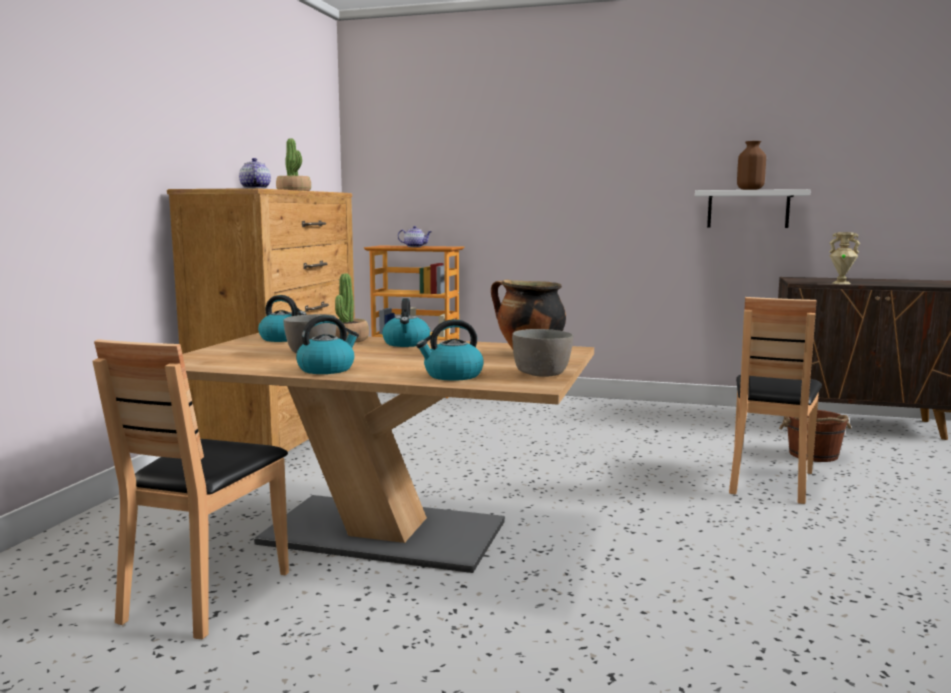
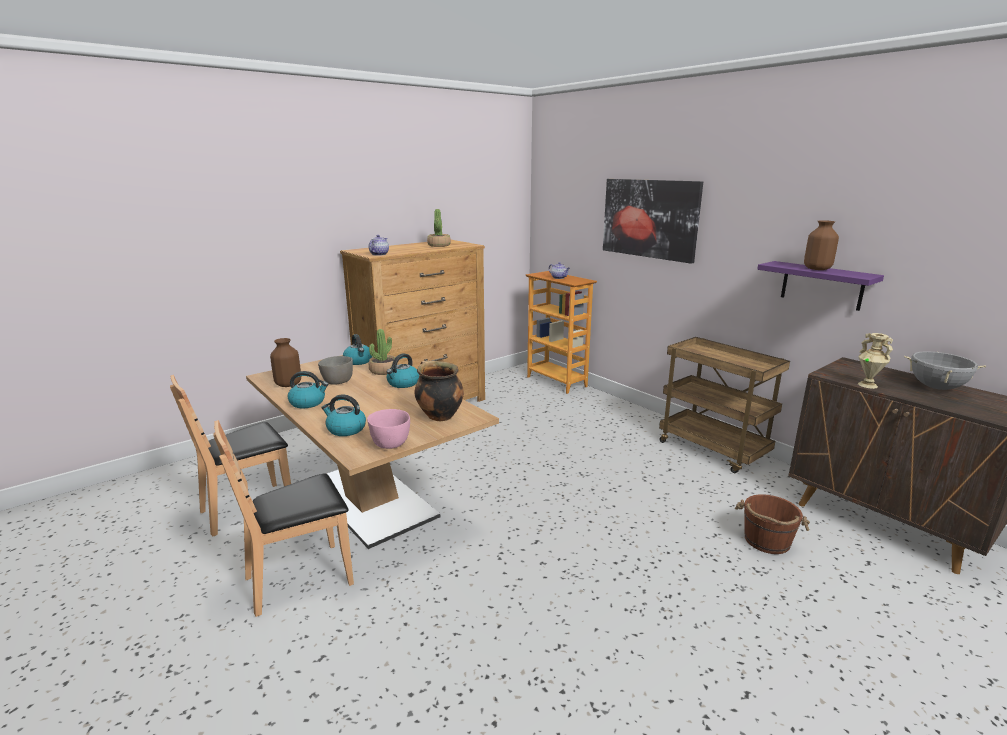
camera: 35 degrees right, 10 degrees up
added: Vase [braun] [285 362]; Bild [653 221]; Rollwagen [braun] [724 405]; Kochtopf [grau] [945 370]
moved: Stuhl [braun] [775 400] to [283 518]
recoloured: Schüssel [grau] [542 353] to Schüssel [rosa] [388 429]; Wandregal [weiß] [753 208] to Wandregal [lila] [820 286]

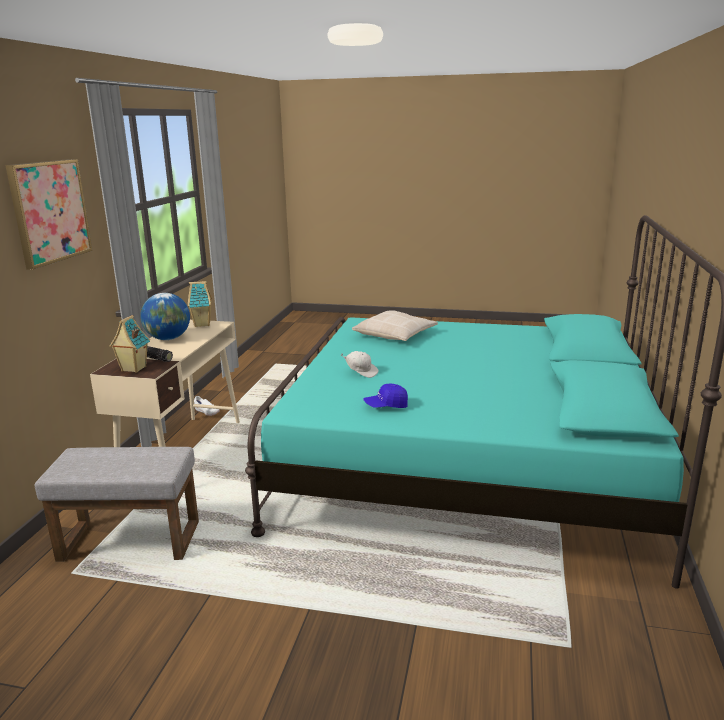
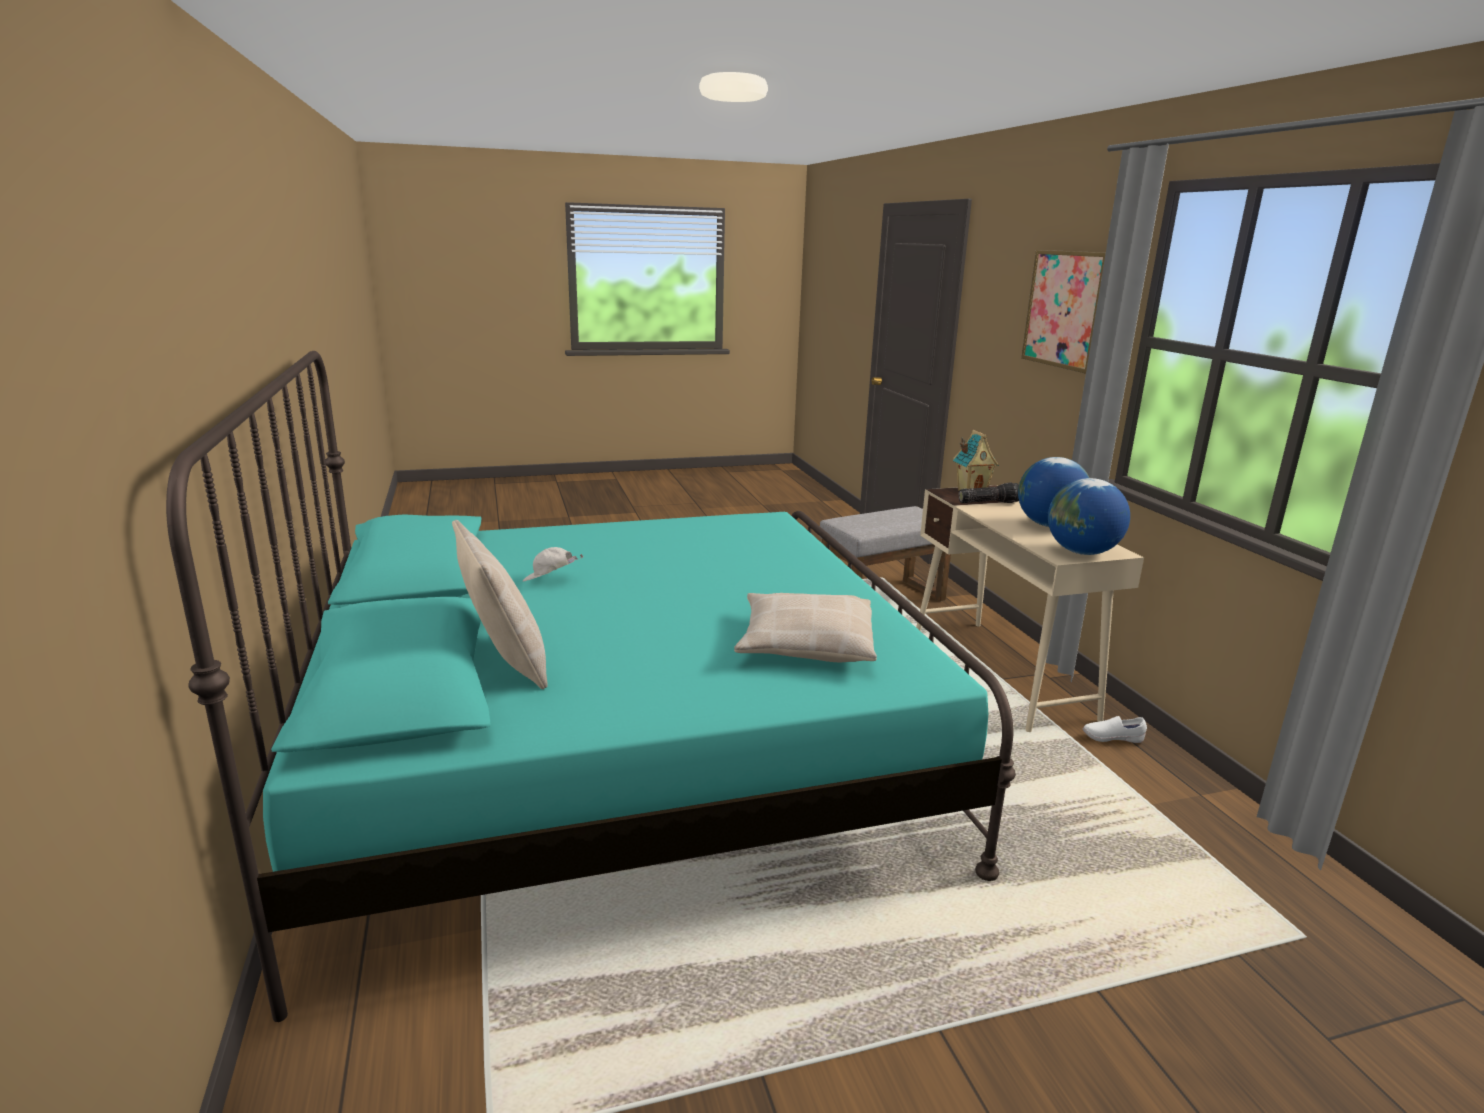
camera: 150 degrees right, 0 degrees up
removed: Kappe [blau] [385 395]
added: Kissen [beige] [500 604]
moved: Kappe [weiß] [359 364] to [553 564]
replaced: Spielzeughaus [200 304] to Globus [1089 516]

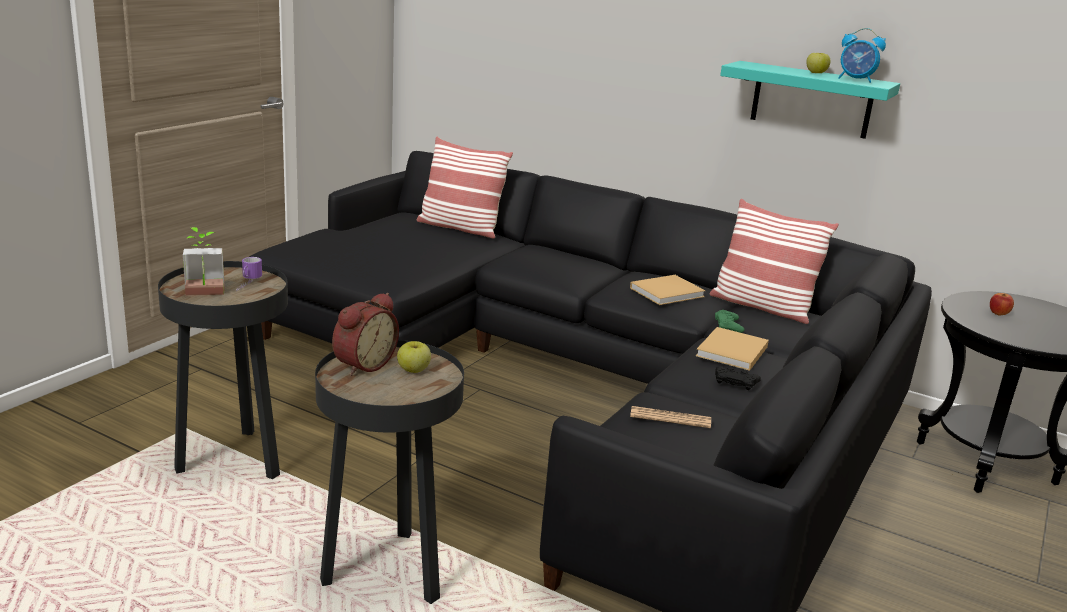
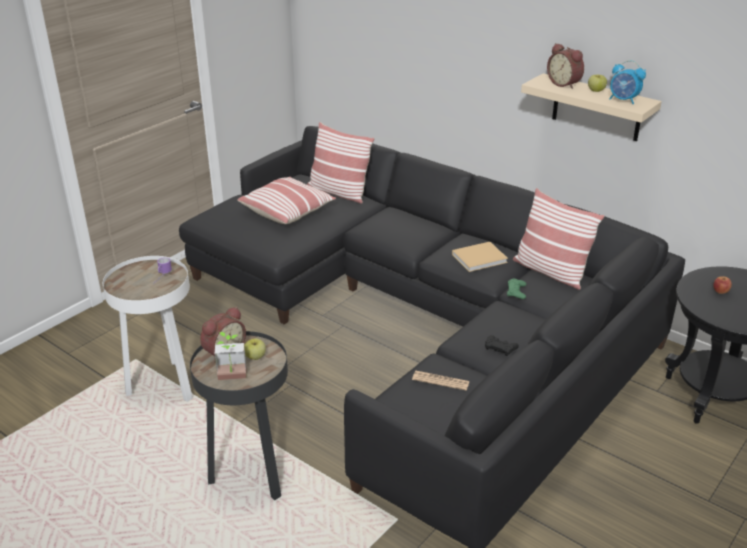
camera: 10 degrees right, 10 degrees up
removed: Buch [beige] [732 349]
added: Kissen [286 200]; Wecker [565 66]
moved: Topfpflanze [204 261] to [231 356]
recoloured: Beistelltisch [schwarz] [223 370] to Beistelltisch [weiß] [148 329]; Wandregal [türkis] [810 100] to Wandregal [beige] [591 107]

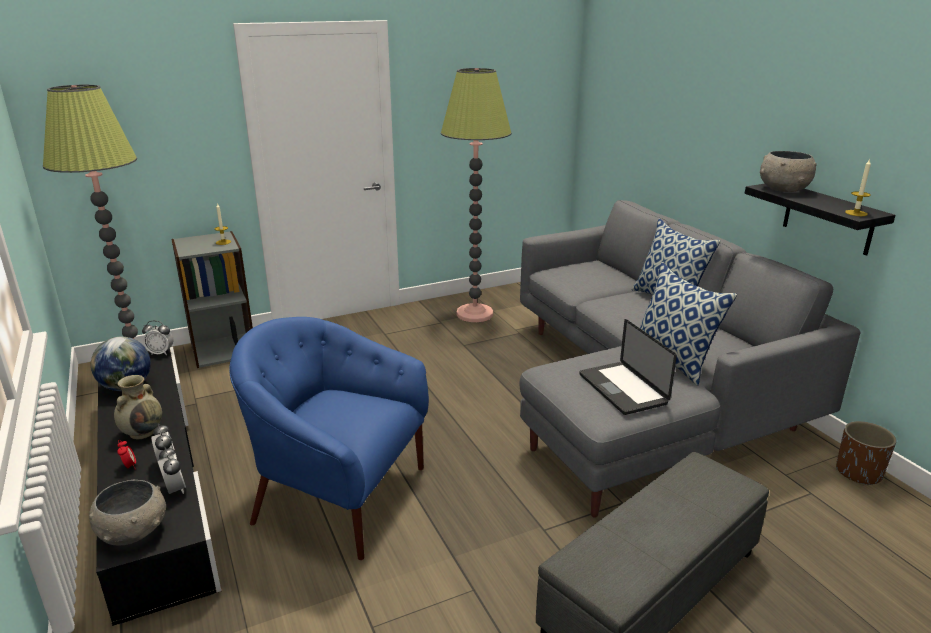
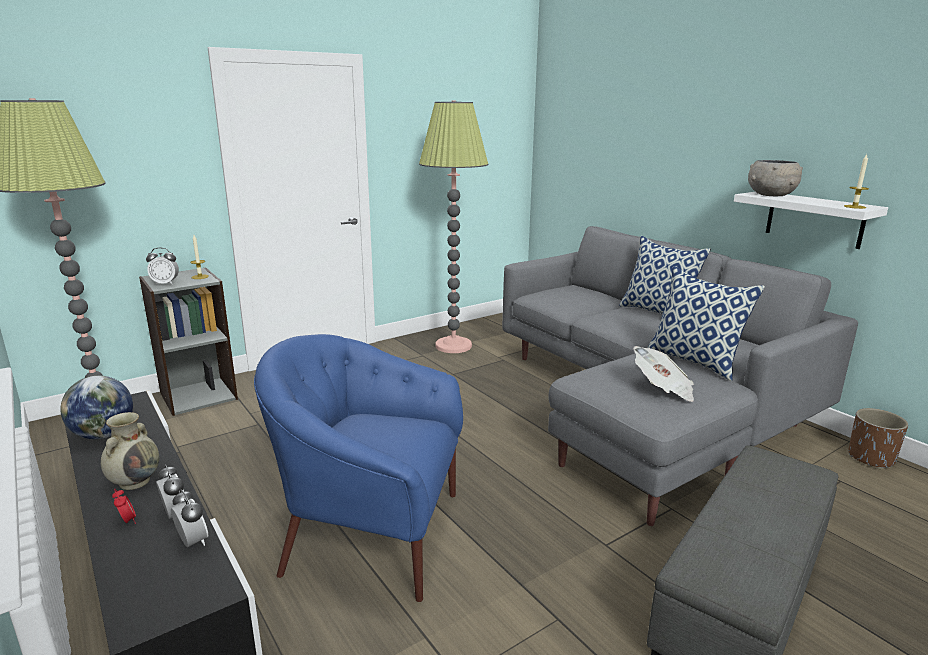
camera: 10 degrees left, 5 degrees down
removed: Schüssel [grau] [127 512]
moved: Wecker [157 338] to [162 266]
replaced: Laptop [628 367] to Zeitung [663 374]
recoloured: Wandregal [schwarz] [820 219] to Wandregal [weiß] [811 220]

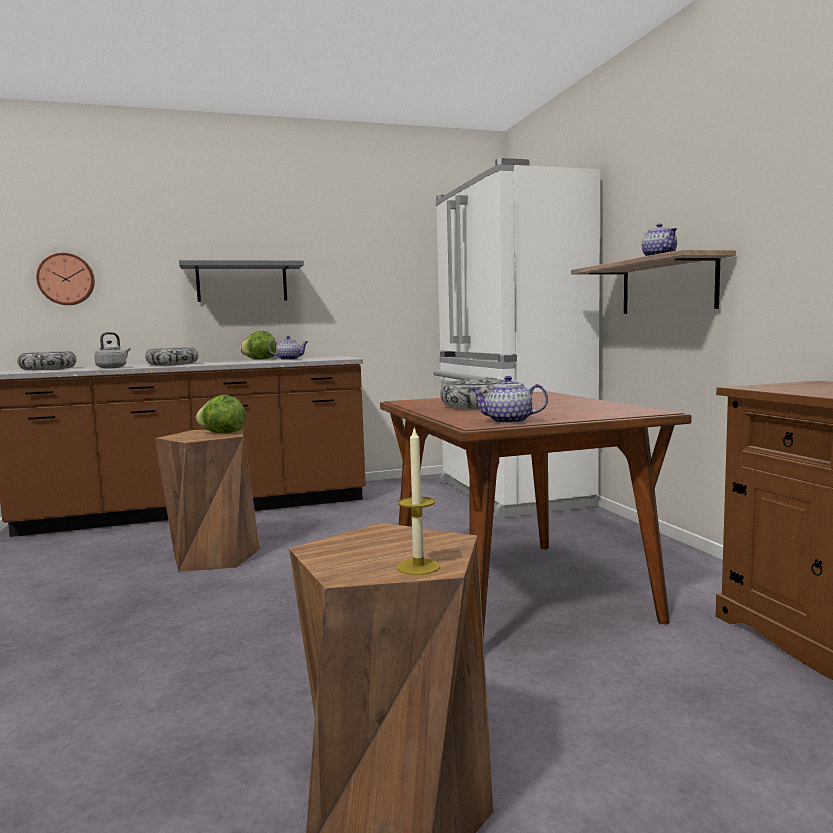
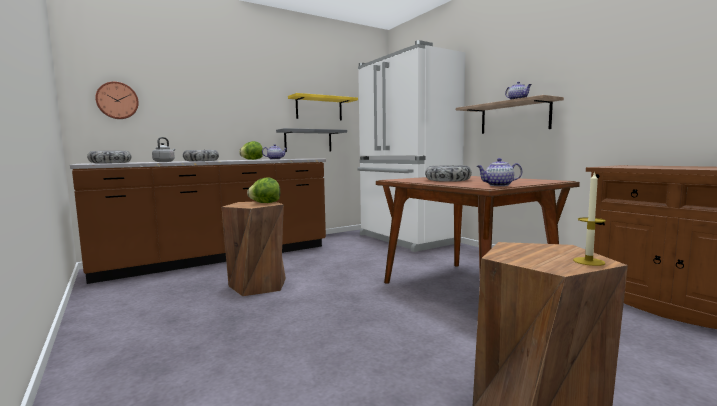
camera: 15 degrees left, 0 degrees up
added: Wandregal [gelb] [323 106]
moved: Wandregal [grau] [241 281] to [311 140]

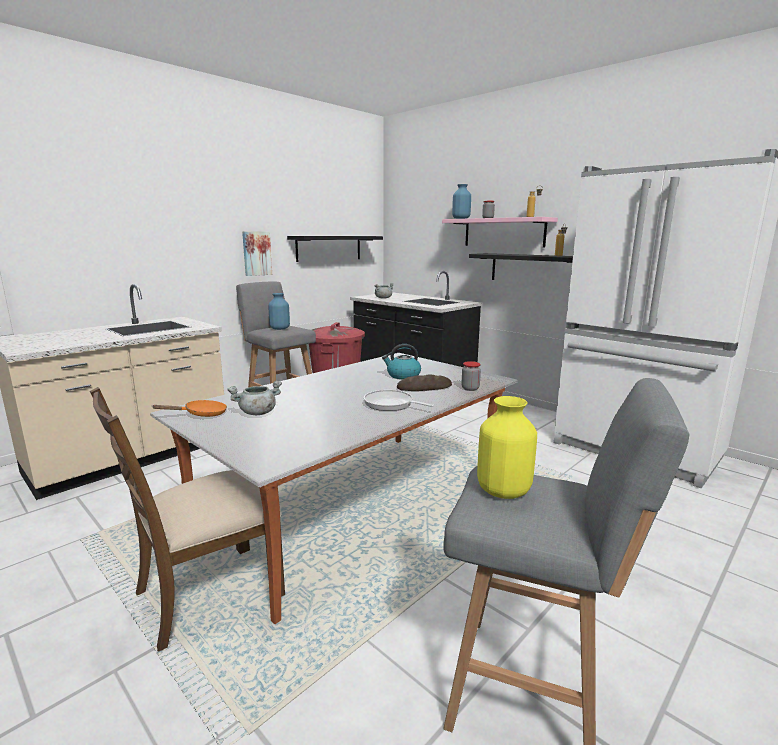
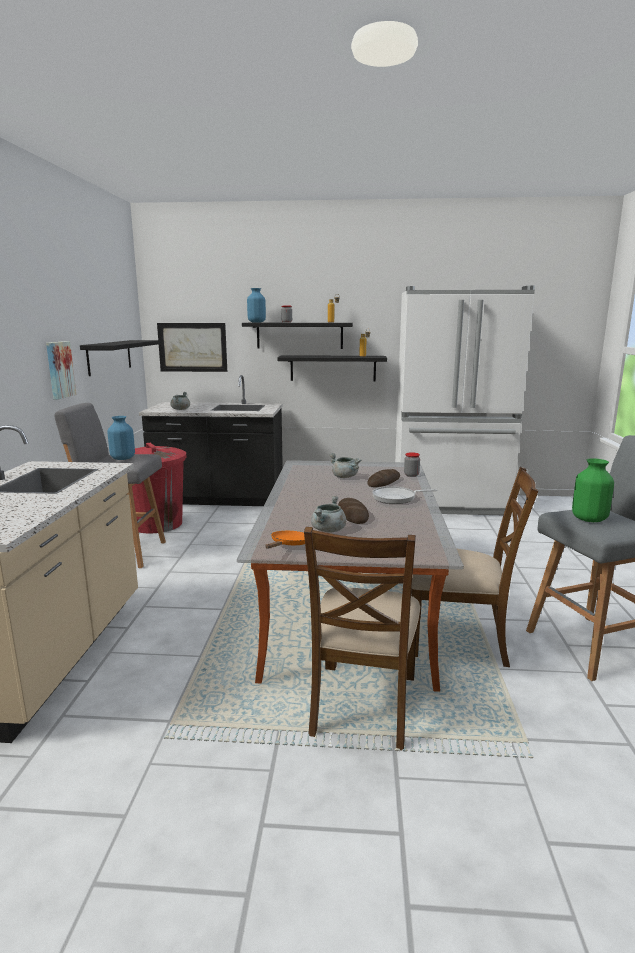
camera: 40 degrees left, 0 degrees up
added: Bild [192 347]; Brot [353 511]; Stuhl [braun] [474 567]
replaced: Wasserkessel [401 361] to Kochtopf [grau] [345 465]
recoloured: Wandregal [rosa] [500 232] to Wandregal [schwarz] [297 336]; Vase [gelb] [507 447] to Vase [grün] [593 490]

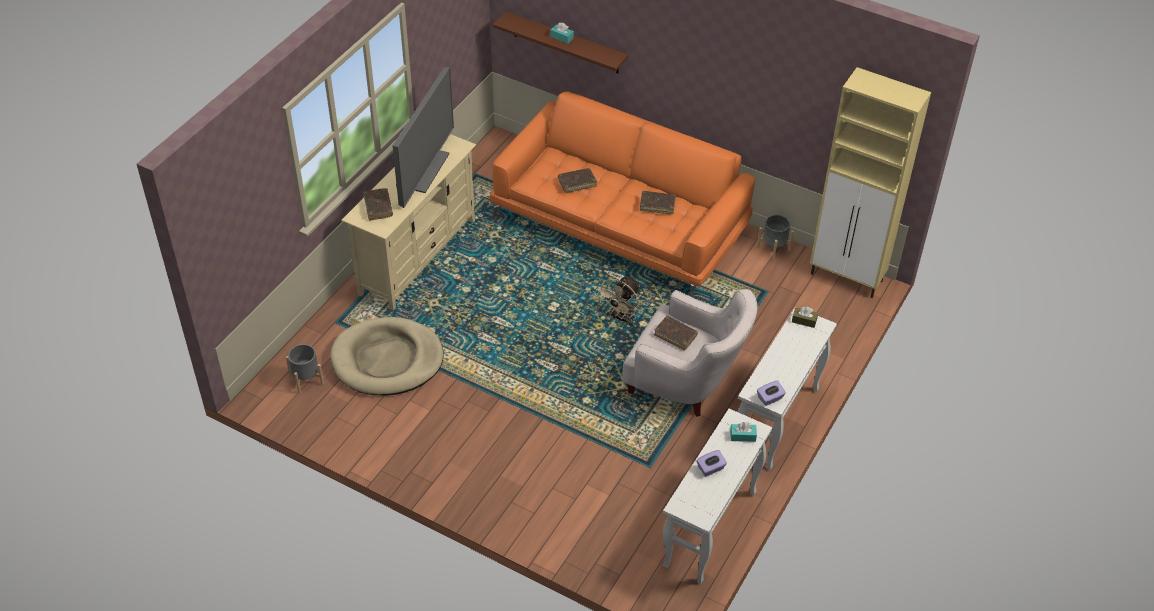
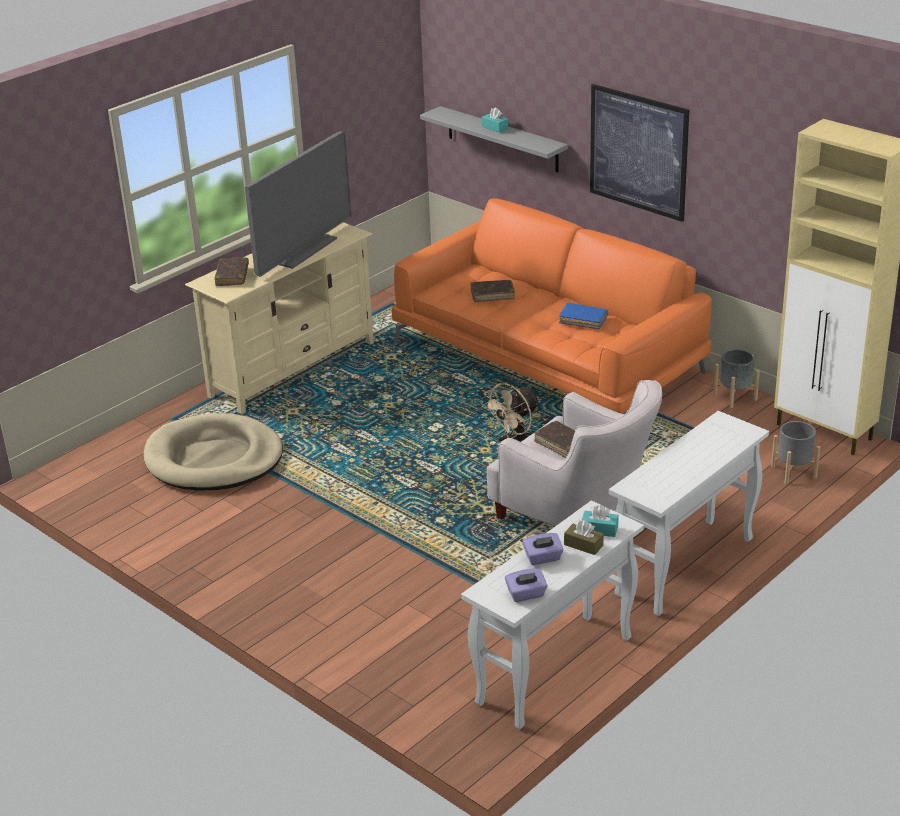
camera: 15 degrees right, 15 degrees down
added: Bild [639 153]
moved: Taschentuchbox [lila] [771 393] to [526 585]; Taschentuchbox [braun] [805 317] to [584 537]; Pflanzkübel [grau] [305 368] to [795 452]
recoloured: Wandregal [braun] [560 42] to Wandregal [grau] [494 139]; Buch [braun] [658 203] to Buch [blau] [583 316]

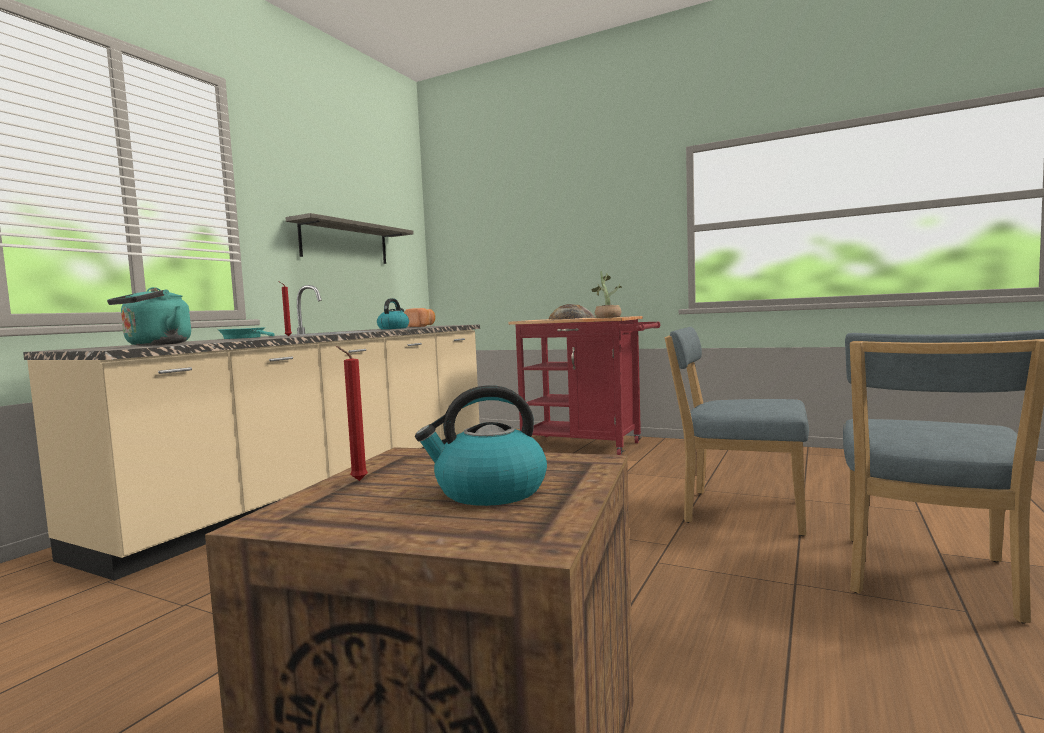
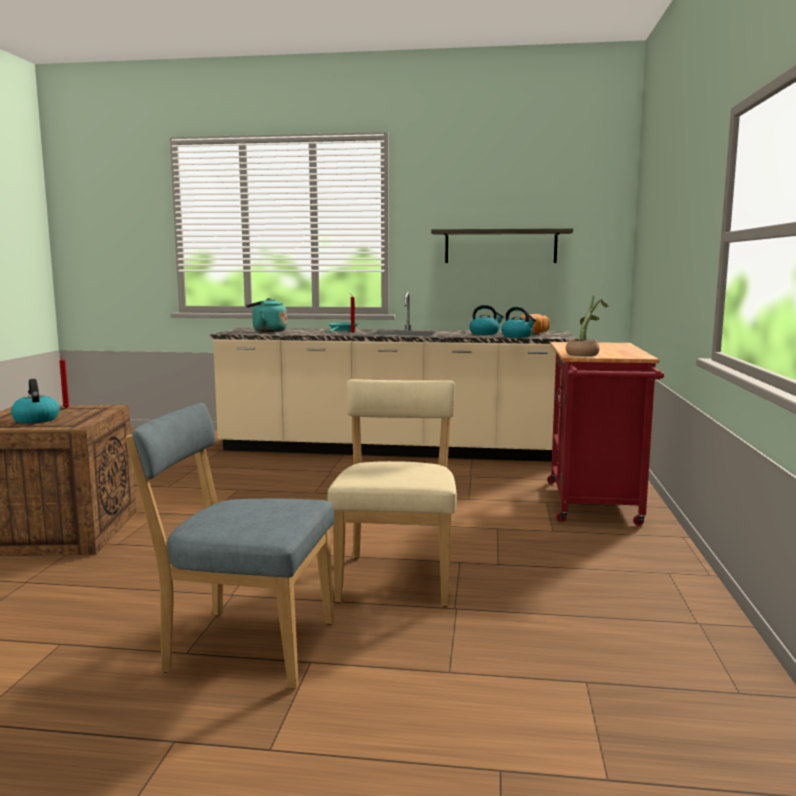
camera: 70 degrees right, 5 degrees up
removed: Brot [571 312]
added: Wasserkessel [518 322]
recoloured: Stuhl [blau] [737 431] to Stuhl [beige] [392 493]

